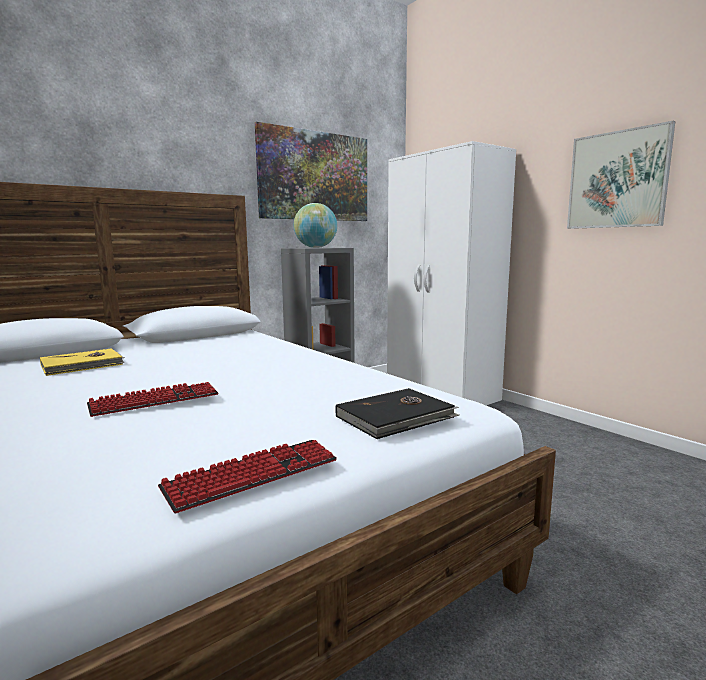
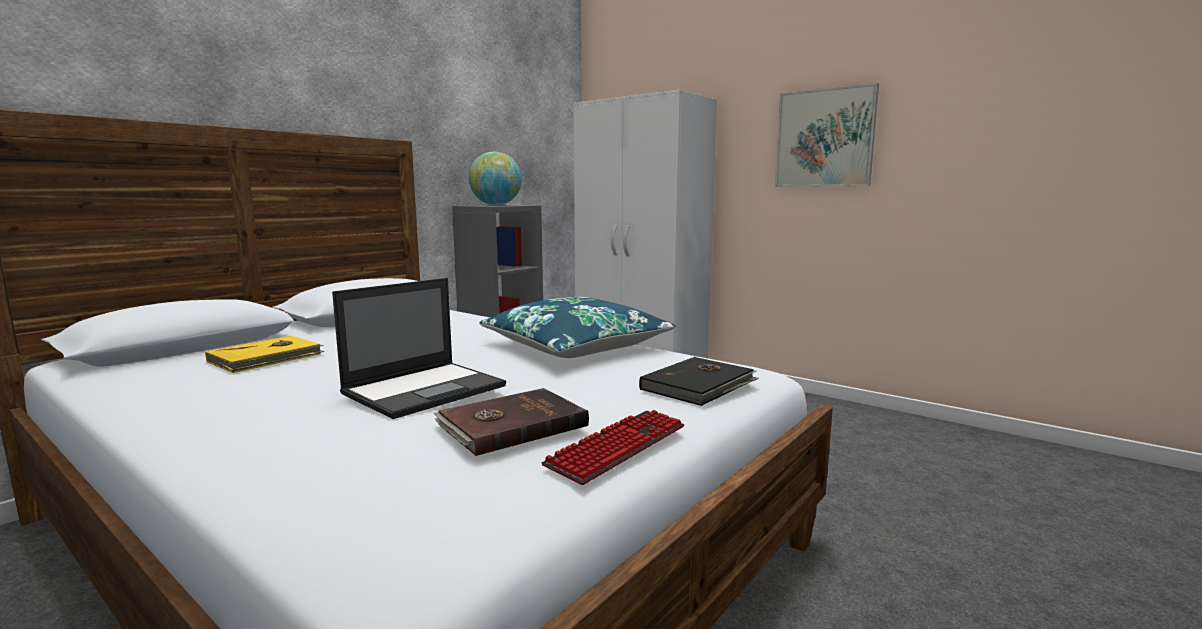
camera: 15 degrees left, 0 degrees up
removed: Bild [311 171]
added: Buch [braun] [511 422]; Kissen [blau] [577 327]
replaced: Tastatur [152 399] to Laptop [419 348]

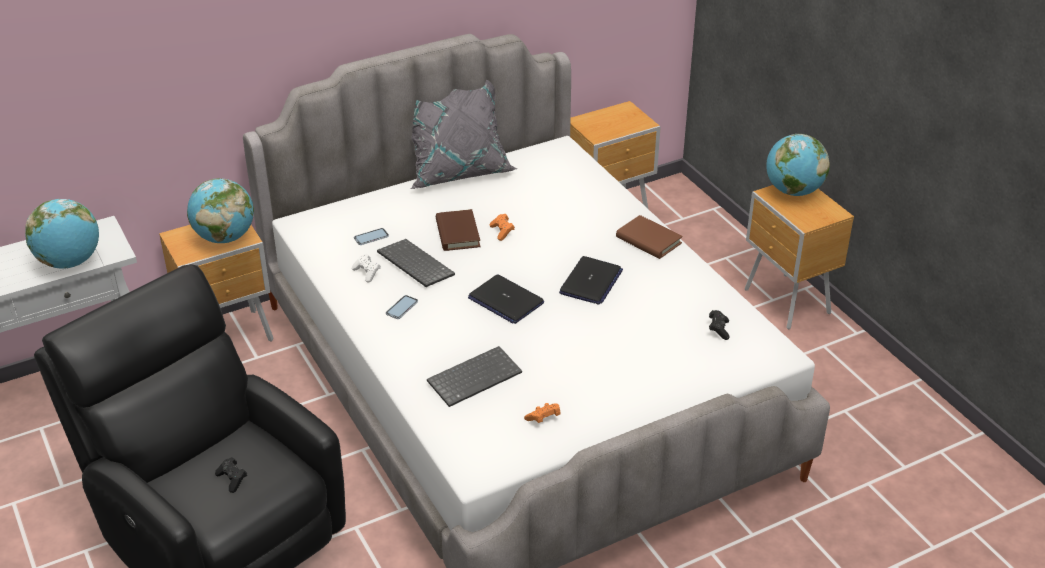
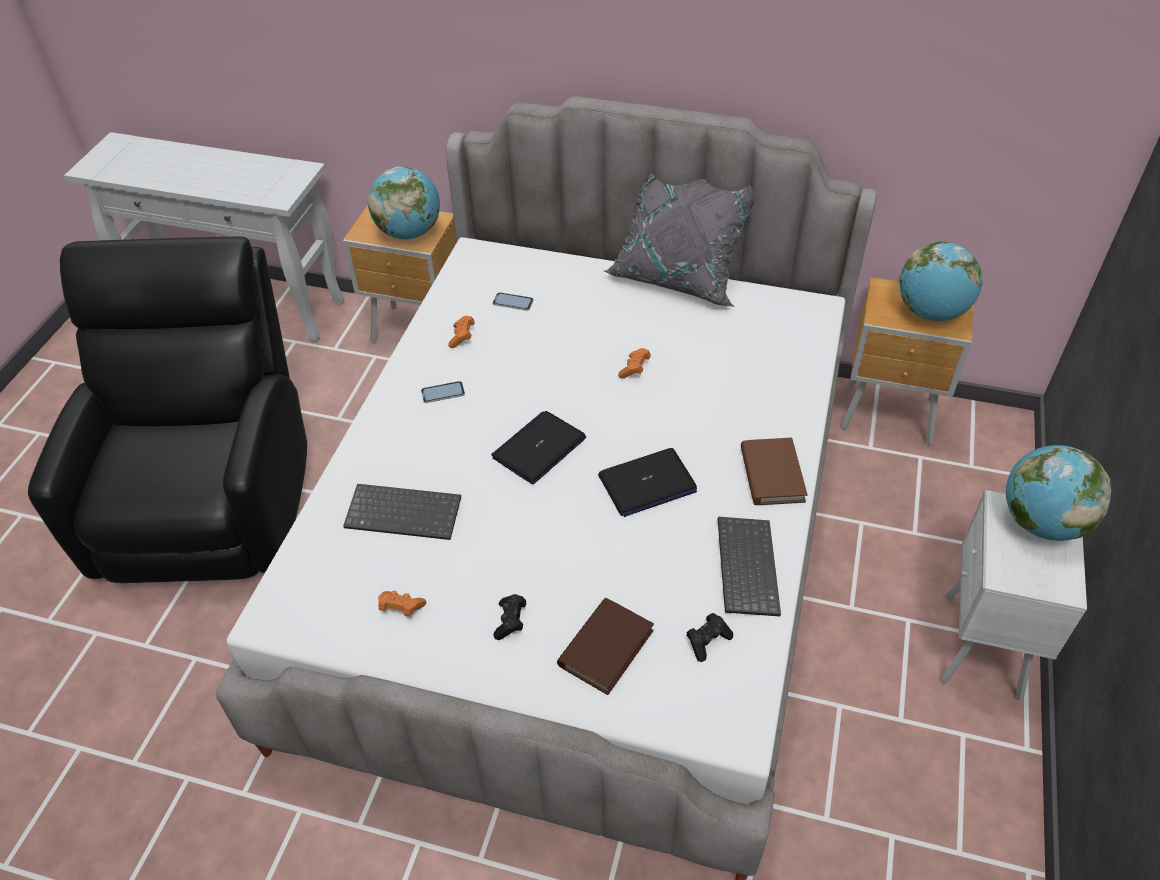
camera: 45 degrees right, 10 degrees up
moved: Gamepad [schwarz] [231 475] to [509 617]; Buch [braun] [458 230] to [605 646]; Tastatur [416 263] to [749 566]; Globus [62 234] to [941 281]
recoloured: Gamepad [weiß] [366 268] to Gamepad [orange] [461 332]; Nachttisch [braun] [799 257] to Nachttisch [weiß] [1013 595]
turned: Laptop [506 299] = [538 447] 45 degrees clockwise

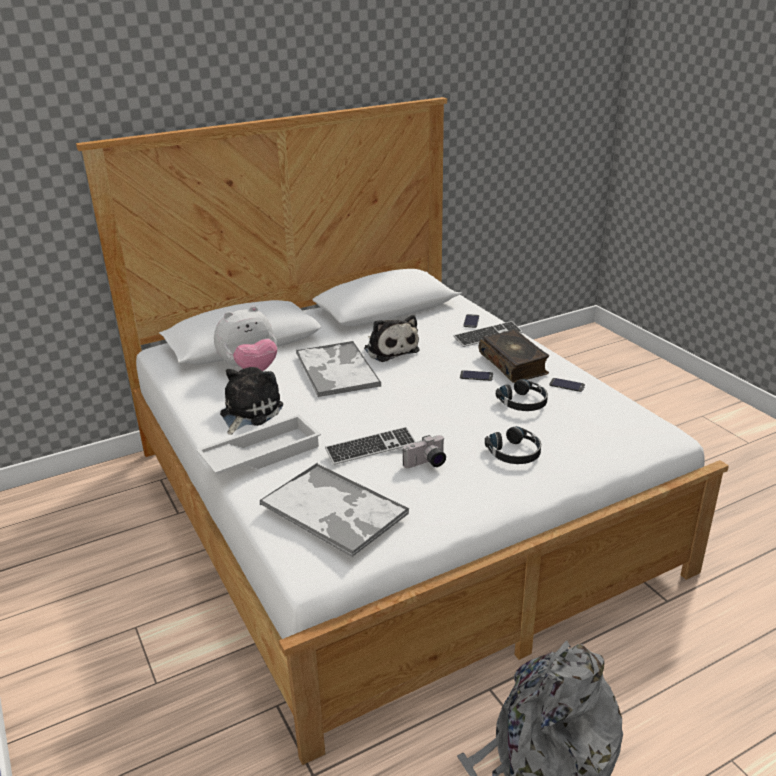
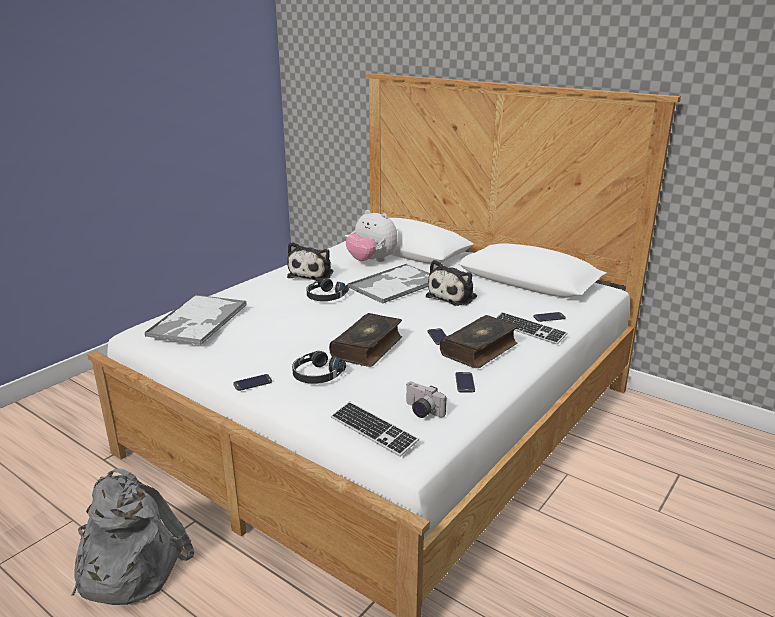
camera: 65 degrees right, 5 degrees down
removed: Tablett [weiß] [258 444]
added: Handy [252 382]; Buch [365 340]
moved: Kopfhörer [schwarz] [522 395] to [327 290]; Tastatur [370 446] to [375 429]; Kamera [424 451] to [426 400]
turned: Plüschtier [251 401] = [310 261] 105 degrees clockwise

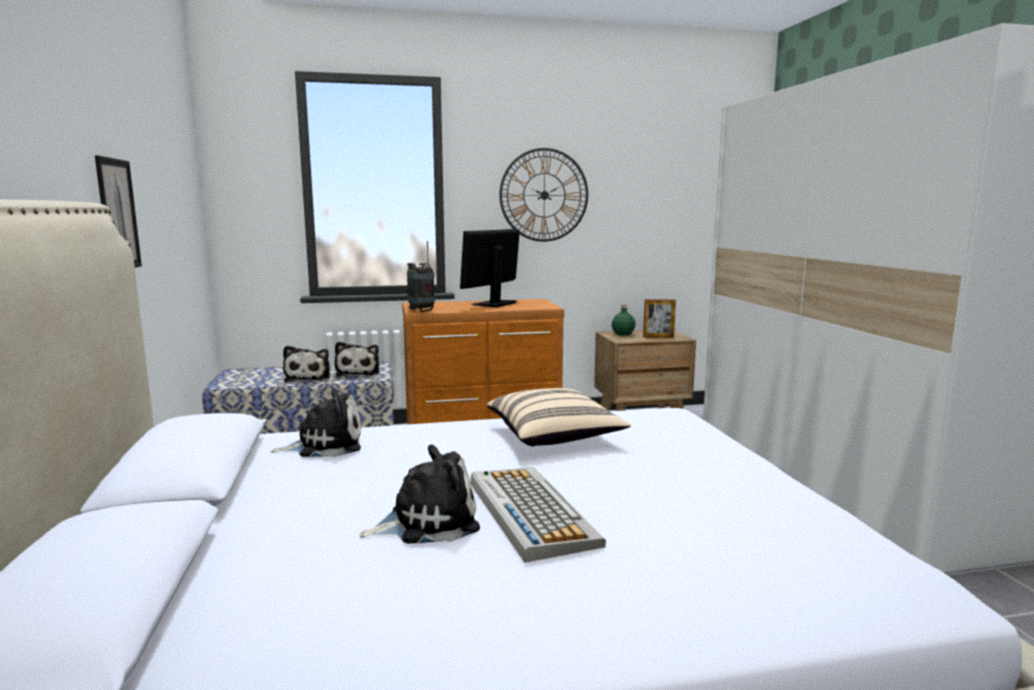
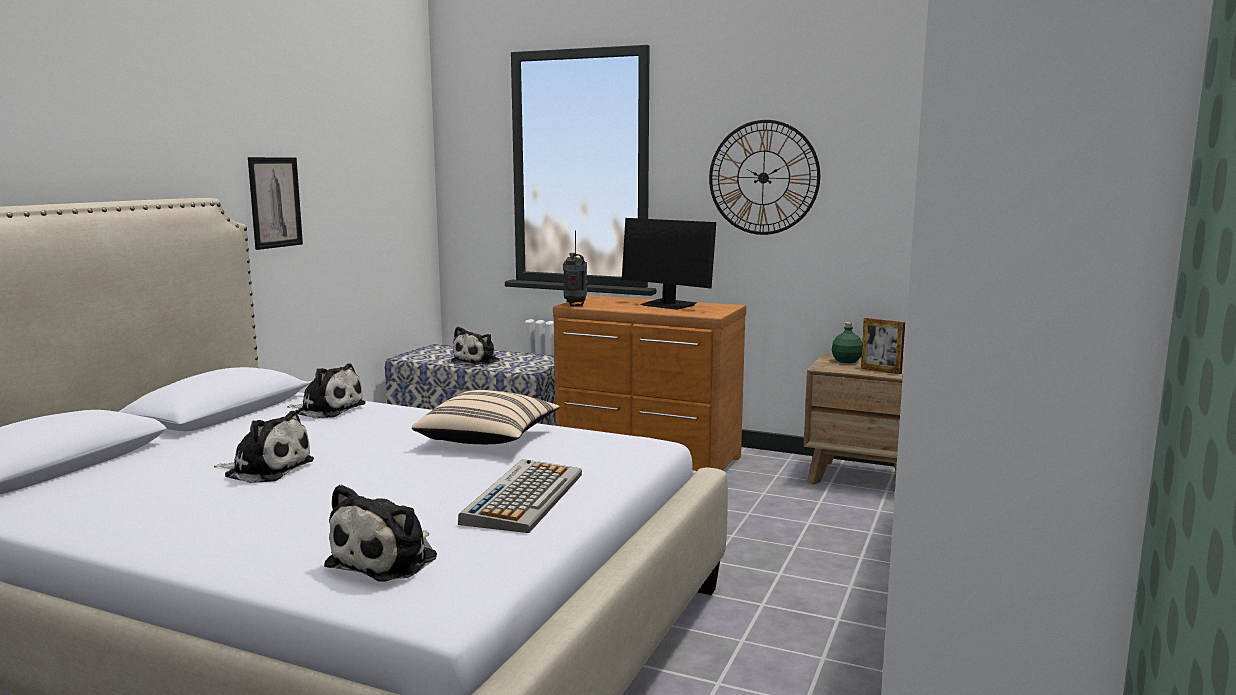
camera: 35 degrees right, 0 degrees up
moved: Plüschtier [357 359] to [380 533]; Tastatur [538 515] to [520 496]
turned: Monitor [490 268] = [669 264] 120 degrees counterclockwise

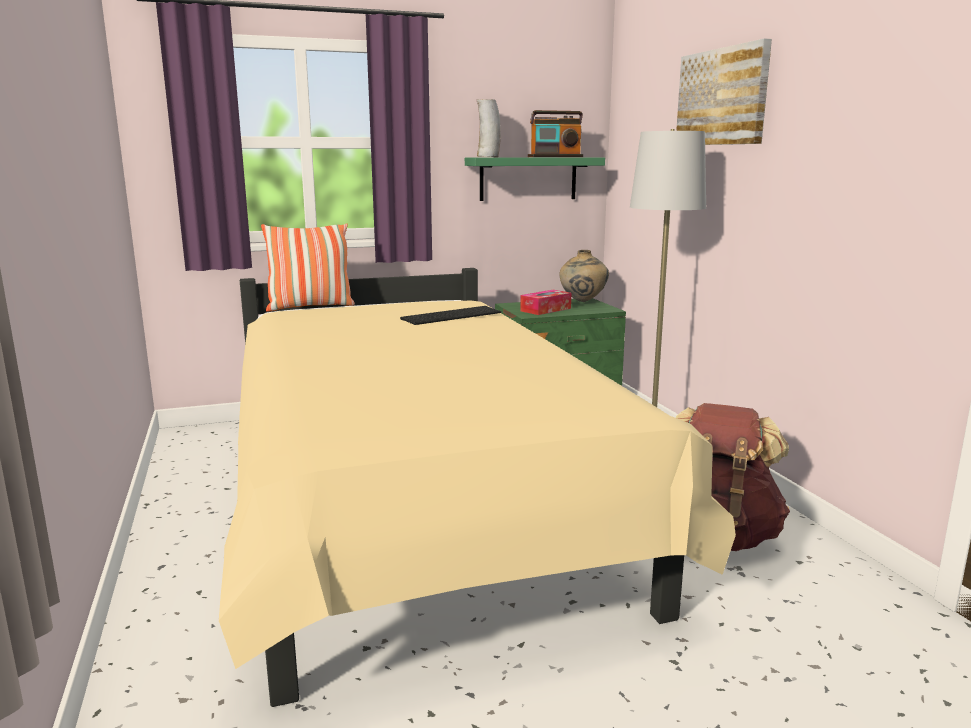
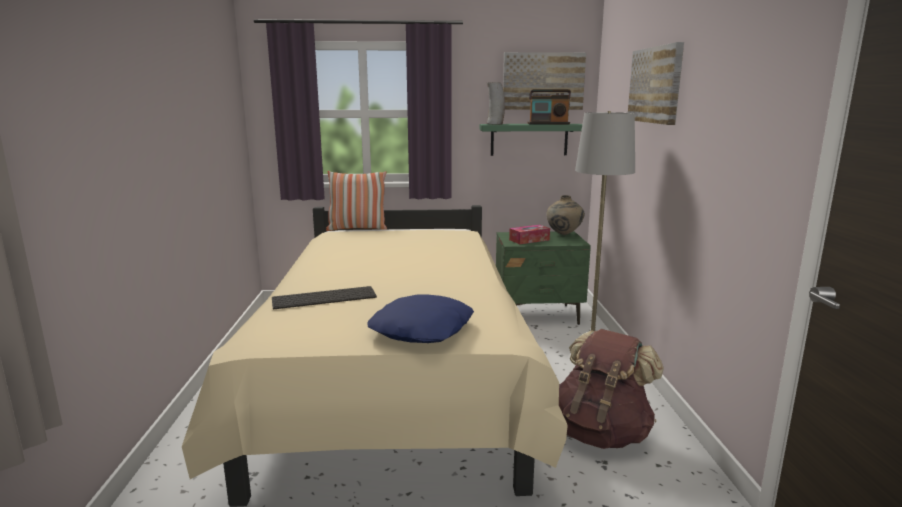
camera: 15 degrees right, 0 degrees up
added: Kissen [blau] [421 318]; Bild [544 81]
moved: Tastatur [450 315] to [324 297]

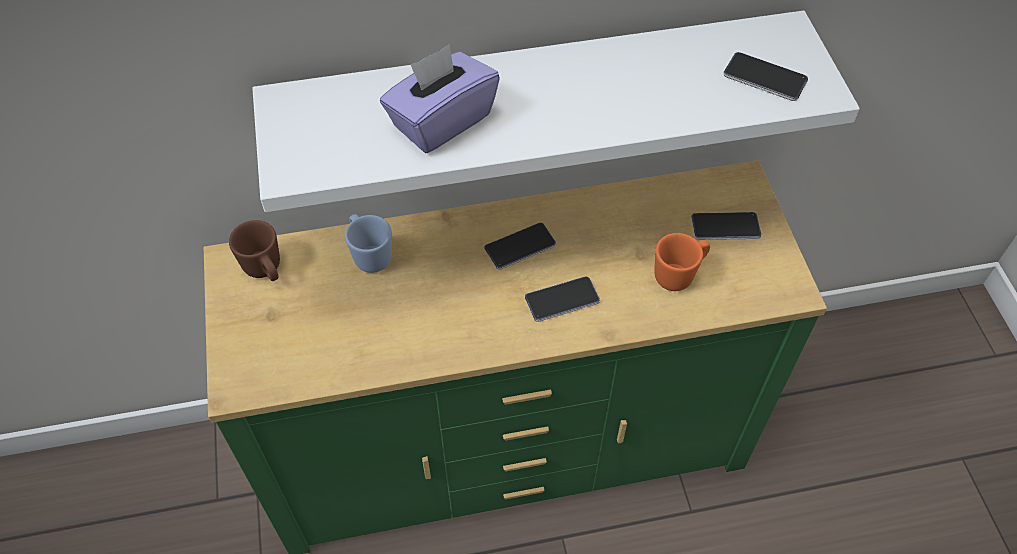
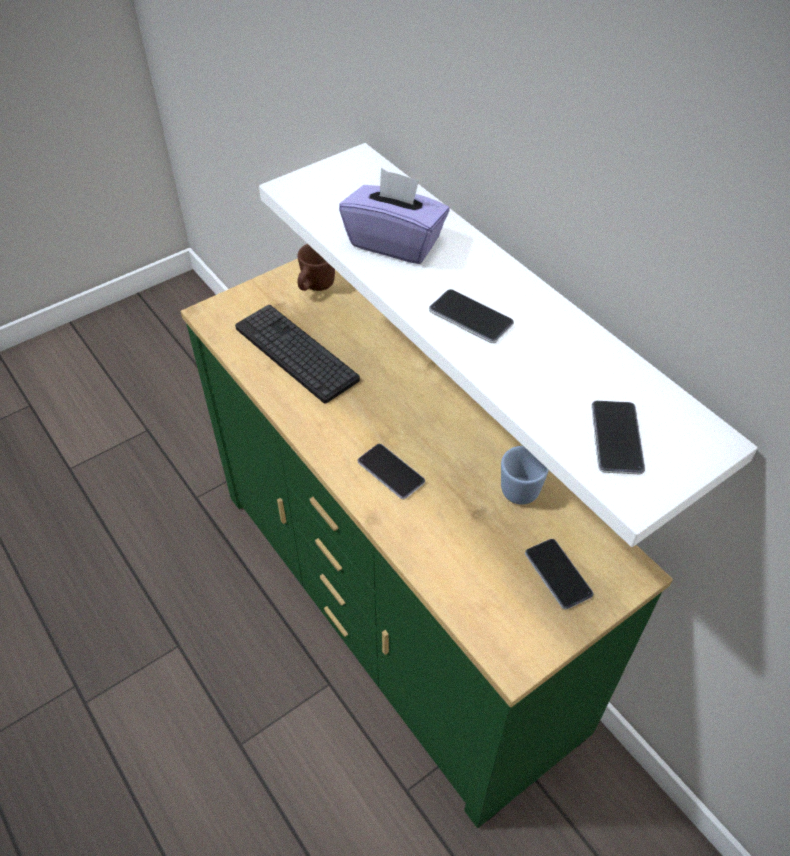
camera: 65 degrees right, 5 degrees down
removed: Henkelbecher [orange] [682 262]
added: Tastatur [297 354]
moved: Handy [520 246] to [471 316]; Henkelbecher [blau] [368 243] to [525 475]

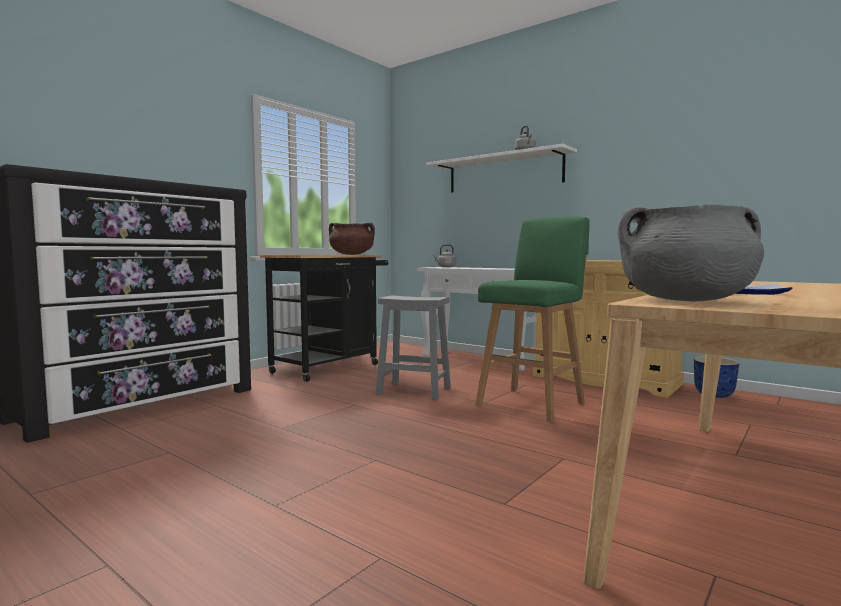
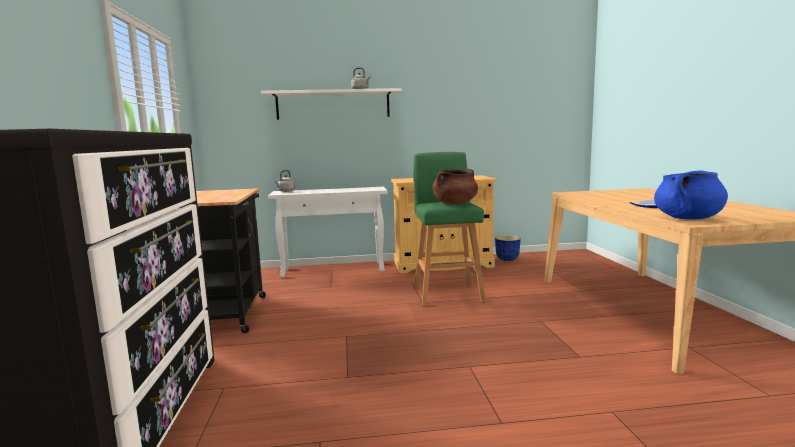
camera: 45 degrees left, 5 degrees up
removed: Hocker [grau] [413 348]
moved: Kochtopf [braun] [352 238] to [455 186]
recoloured: Kochtopf [grau] [691 252] to Kochtopf [blau] [691 195]

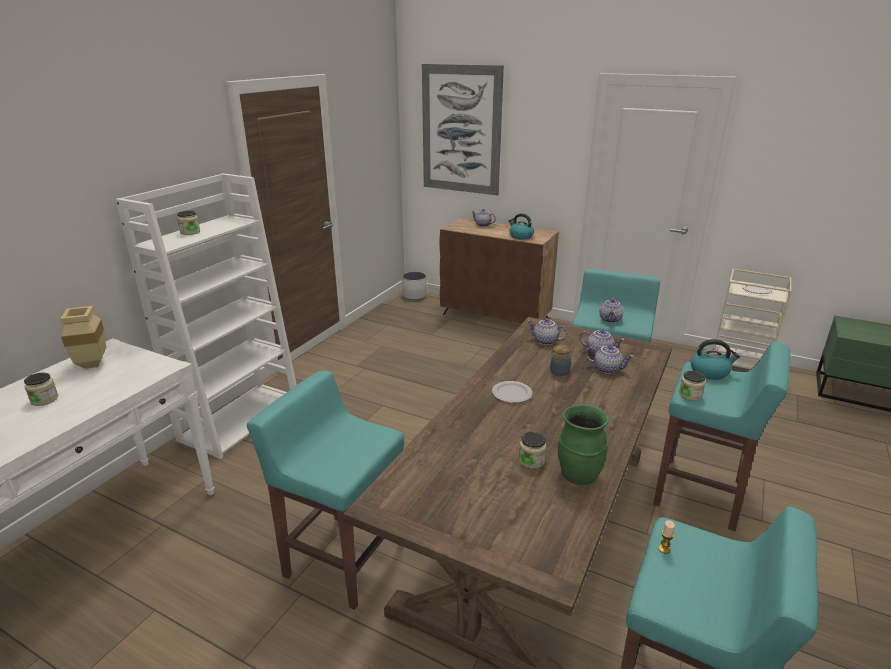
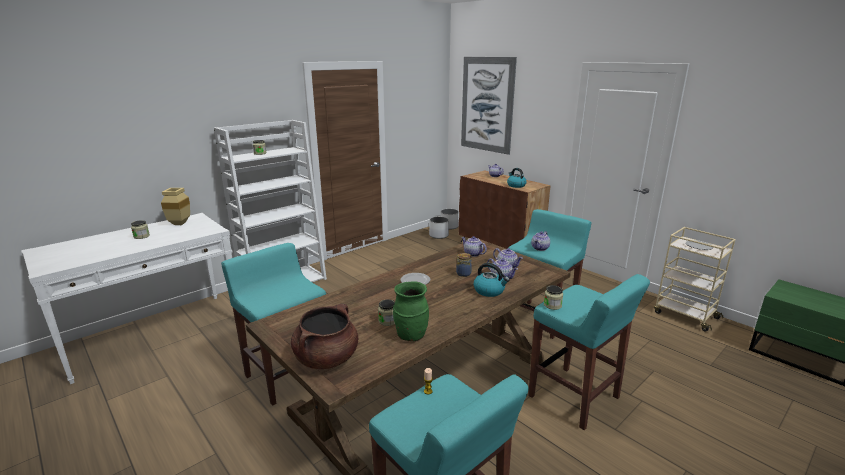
camera: 20 degrees right, 5 degrees down
added: Kochtopf [braun] [324 336]; Pflanzkübel [weiß] [439 228]
moved: Wasserkessel [715 359] to [492 280]

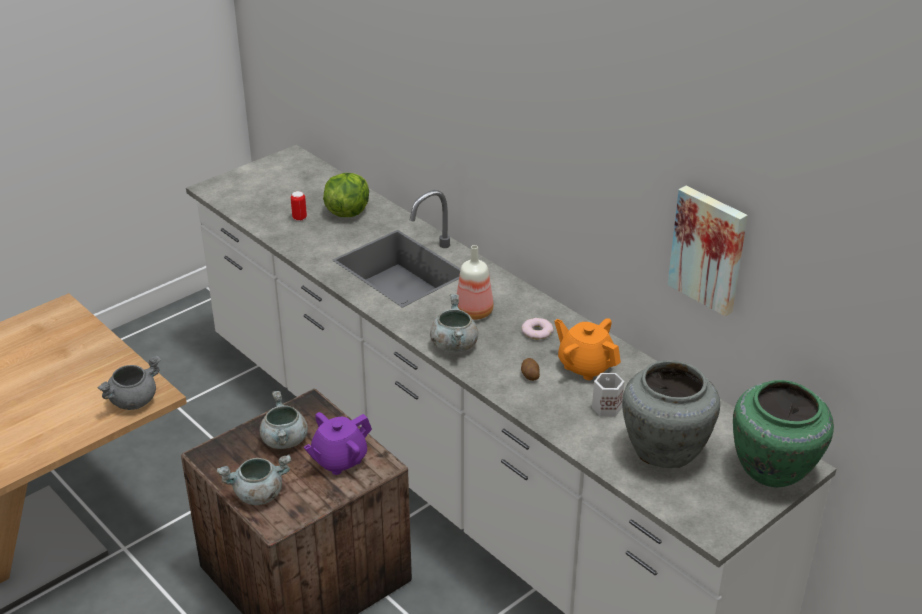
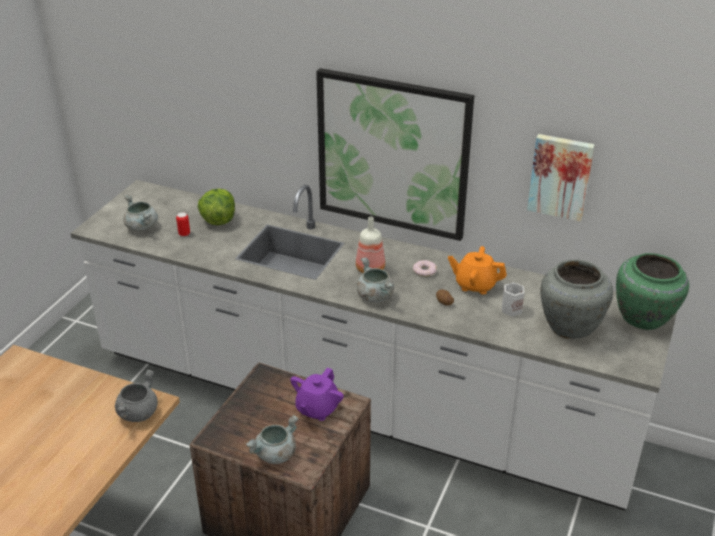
camera: 25 degrees left, 0 degrees up
added: Bild [395 154]
moved: Kochtopf [grau] [284 420] to [140 213]

